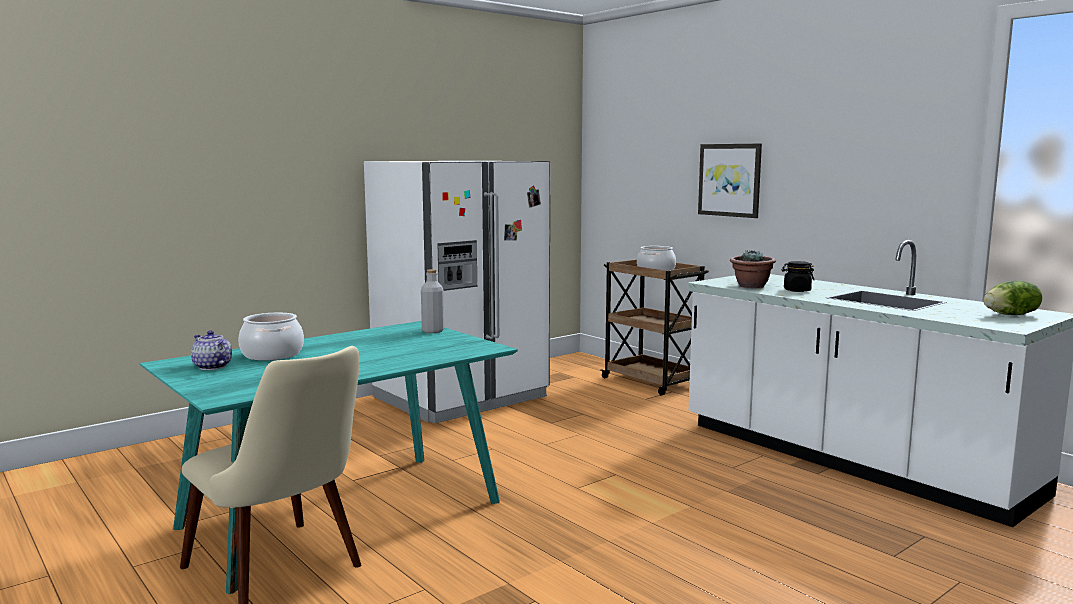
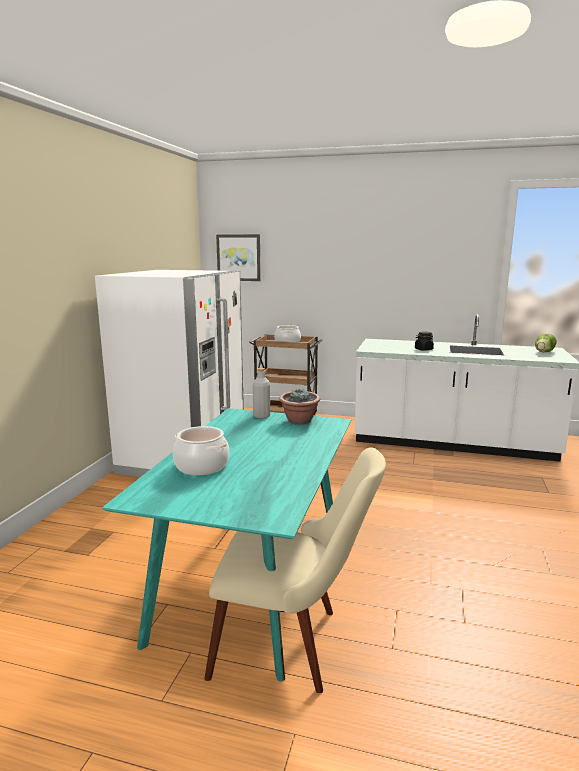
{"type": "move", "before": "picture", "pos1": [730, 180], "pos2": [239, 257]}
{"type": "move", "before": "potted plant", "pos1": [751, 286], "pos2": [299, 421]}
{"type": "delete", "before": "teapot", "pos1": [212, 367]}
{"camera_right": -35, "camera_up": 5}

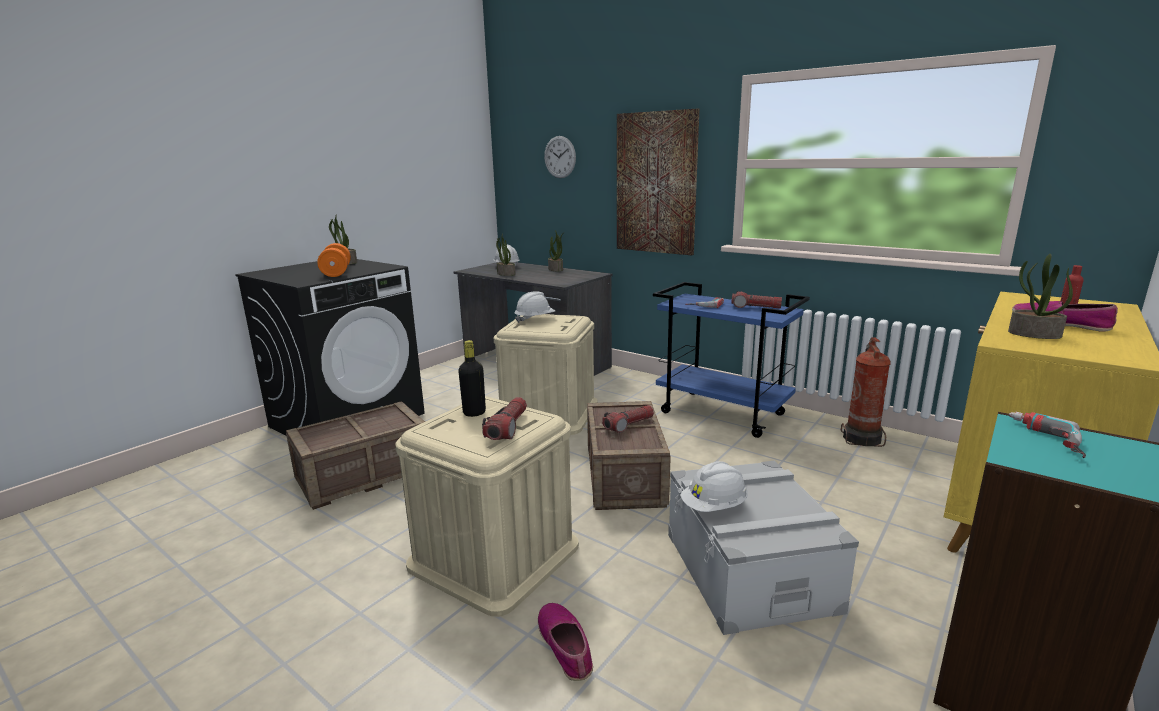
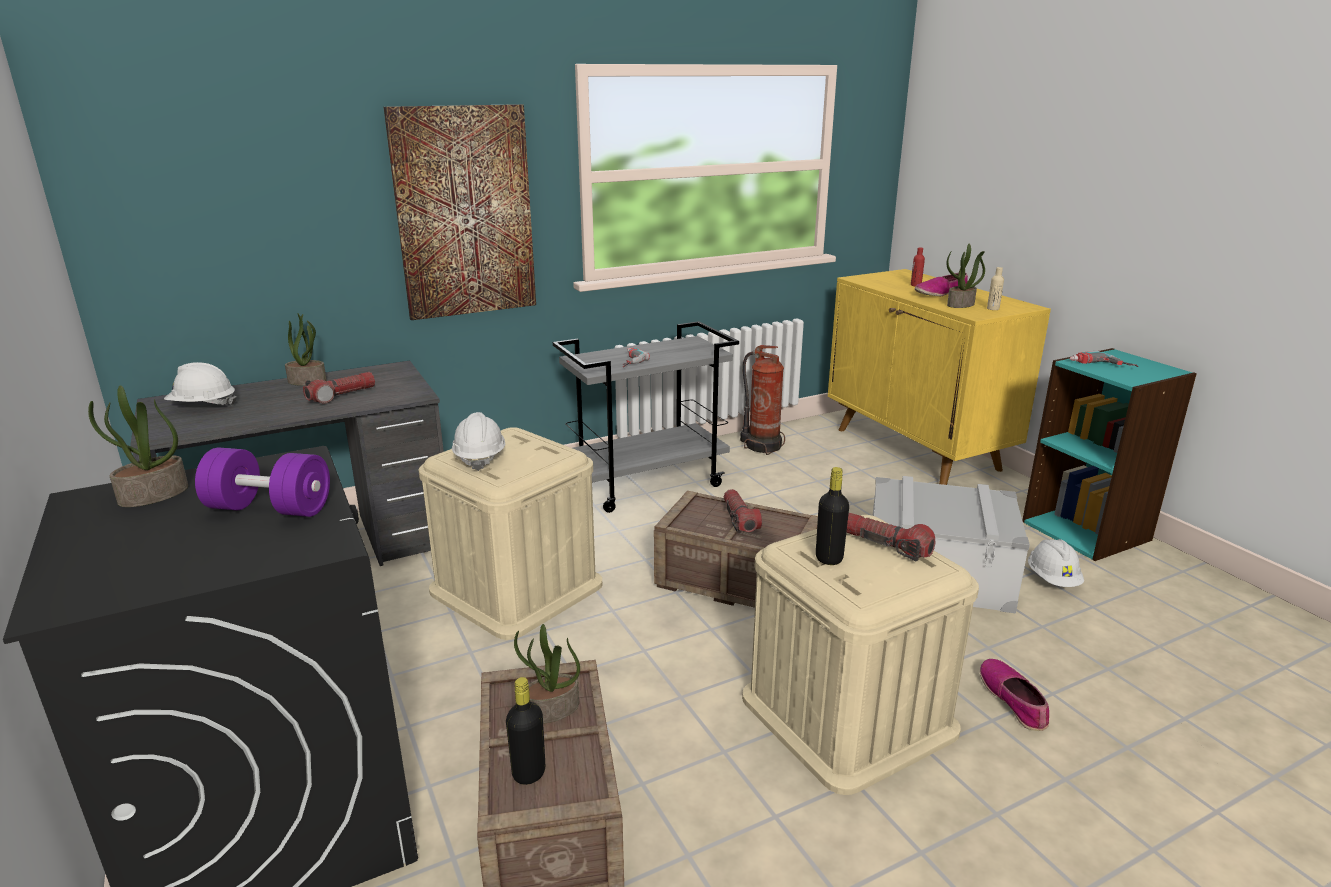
{"type": "delete", "before": "wall clock", "pos1": [560, 157]}
{"type": "move", "before": "potted plant", "pos1": [505, 274], "pos2": [551, 710]}
{"type": "recolor", "before": "dumbbell (orange)", "after": "dumbbell (purple)", "pos1": [336, 272], "pos2": [269, 509]}
{"type": "recolor", "before": "cart (blue)", "after": "cart (grey)", "pos1": [723, 413], "pos2": [648, 483]}
{"type": "move", "before": "flashlight", "pos1": [755, 307], "pos2": [341, 395]}
{"type": "move", "before": "hard hat (white)", "pos1": [714, 507], "pos2": [1052, 579]}
{"type": "rotate", "before": "shoe", "pos1": [565, 646], "pos2": [1013, 700], "turn": 75}
{"type": "insert", "after": "bottle (beige)", "pos2": [993, 309]}
{"type": "insert", "after": "bottle (black)", "pos2": [529, 773]}
{"camera_right": -65, "camera_up": 5}

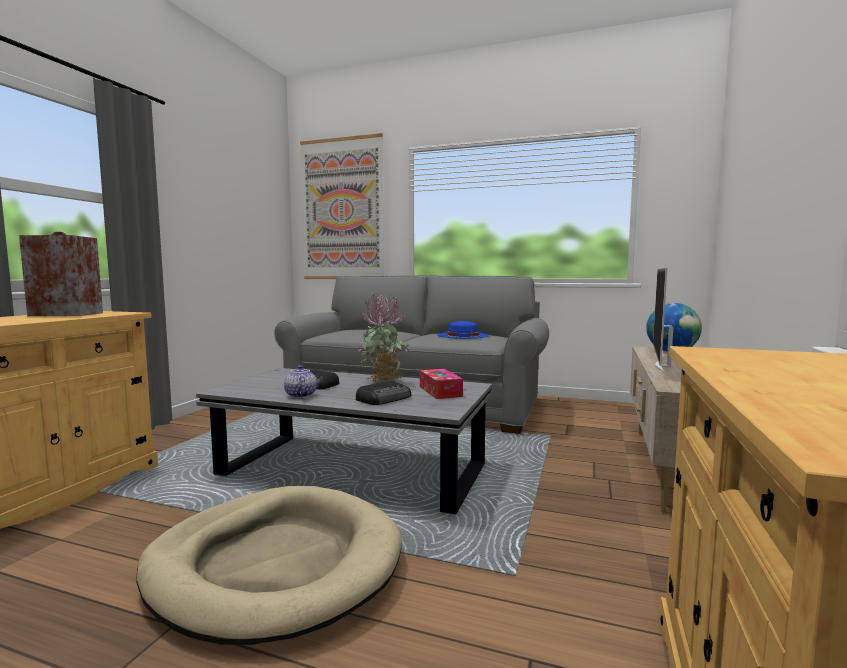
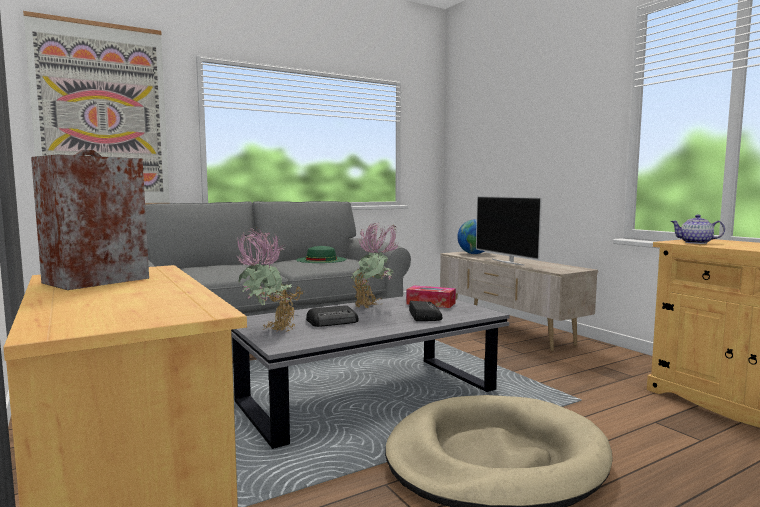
{"type": "recolor", "before": "hat (blue)", "after": "hat (green)", "pos1": [462, 335], "pos2": [321, 260]}
{"type": "move", "before": "teapot", "pos1": [300, 395], "pos2": [696, 243]}
{"type": "insert", "after": "potted plant", "pos2": [269, 331]}
{"camera_right": -50, "camera_up": 0}

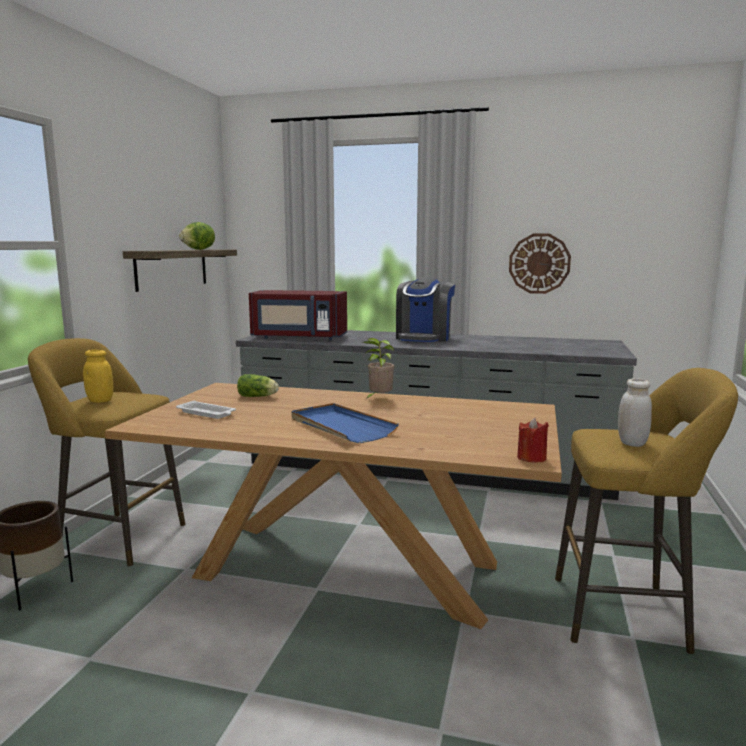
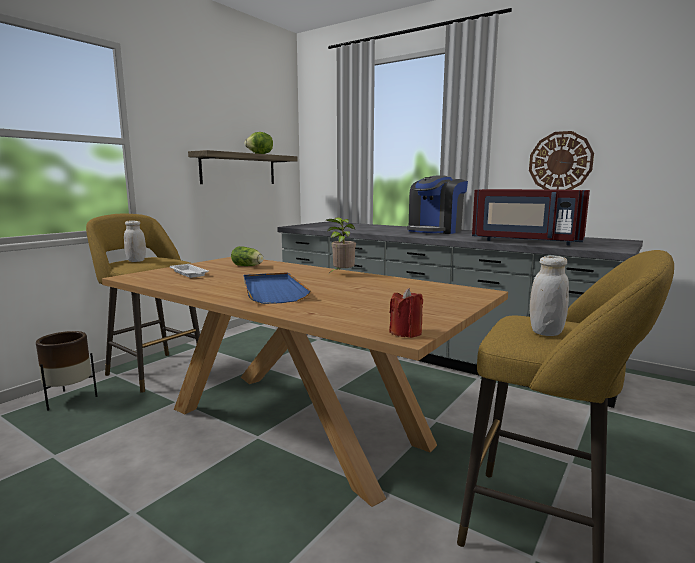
{"type": "move", "before": "microwave (red)", "pos1": [298, 337], "pos2": [526, 241]}
{"type": "recolor", "before": "jar (yellow)", "after": "jar (white)", "pos1": [100, 400], "pos2": [136, 261]}
{"camera_right": 20, "camera_up": 0}

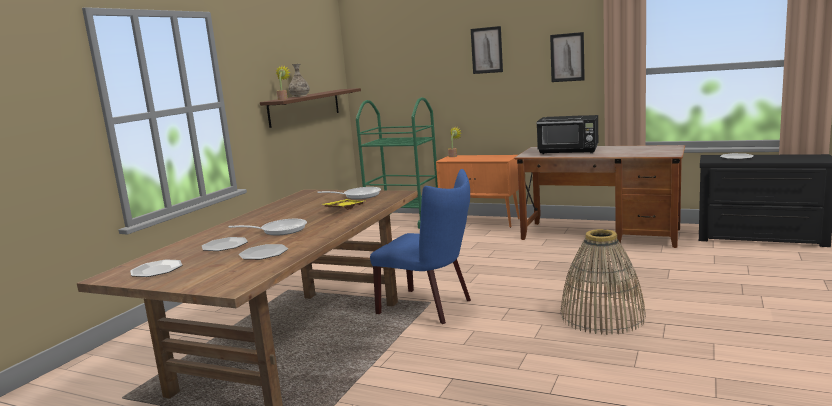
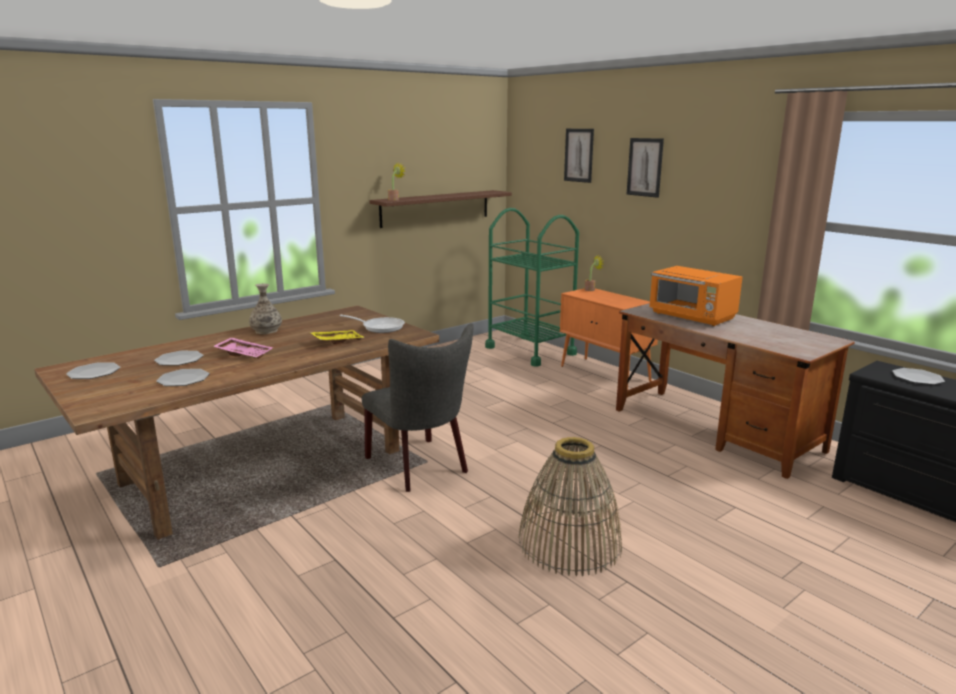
{"type": "move", "before": "picture", "pos1": [567, 57], "pos2": [579, 155]}
{"type": "move", "before": "vase", "pos1": [300, 96], "pos2": [266, 331]}
{"type": "recolor", "before": "microwave (black)", "after": "microwave (orange)", "pos1": [569, 151], "pos2": [692, 317]}
{"type": "recolor", "before": "chair (blue)", "after": "chair (grey)", "pos1": [430, 307], "pos2": [421, 467]}
{"type": "replace", "before": "frying pan", "after": "tray (pink)", "pos1": [279, 230], "pos2": [244, 354]}
{"camera_right": 25, "camera_up": 5}

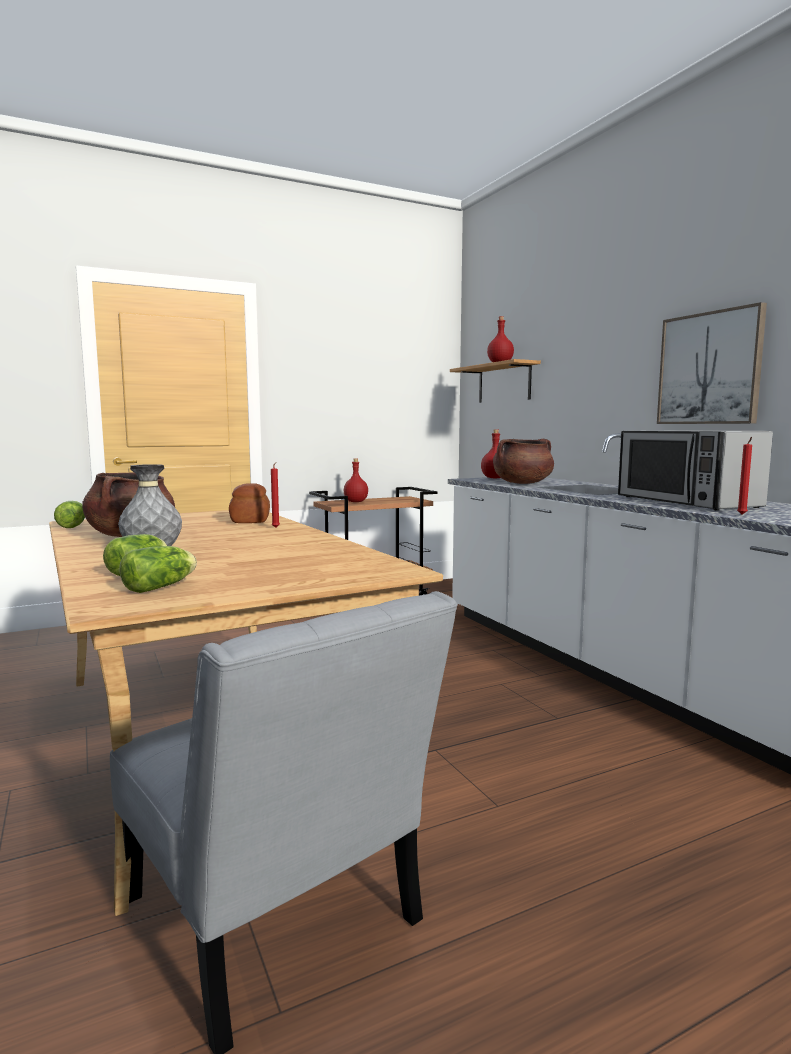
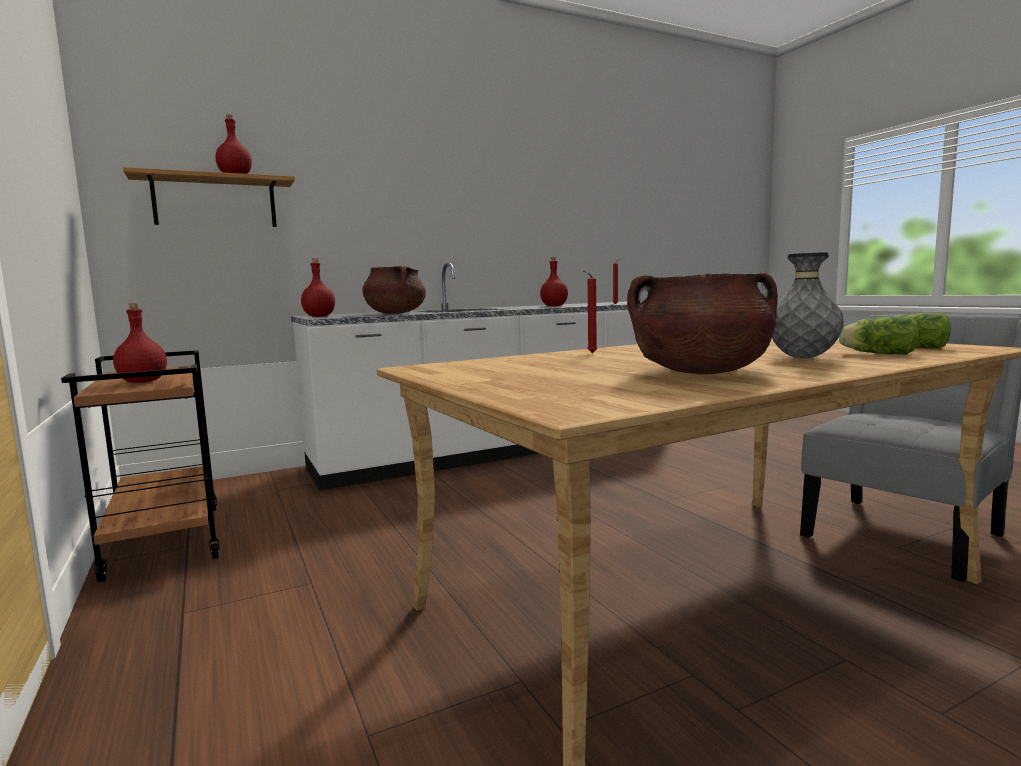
{"type": "delete", "before": "picture", "pos1": [709, 368]}
{"type": "replace", "before": "microwave", "after": "bottle (red)", "pos1": [685, 502], "pos2": [554, 306]}
{"type": "delete", "before": "bread", "pos1": [251, 520]}
{"type": "delete", "before": "lettuce", "pos1": [73, 525]}
{"camera_right": -90, "camera_up": 0}

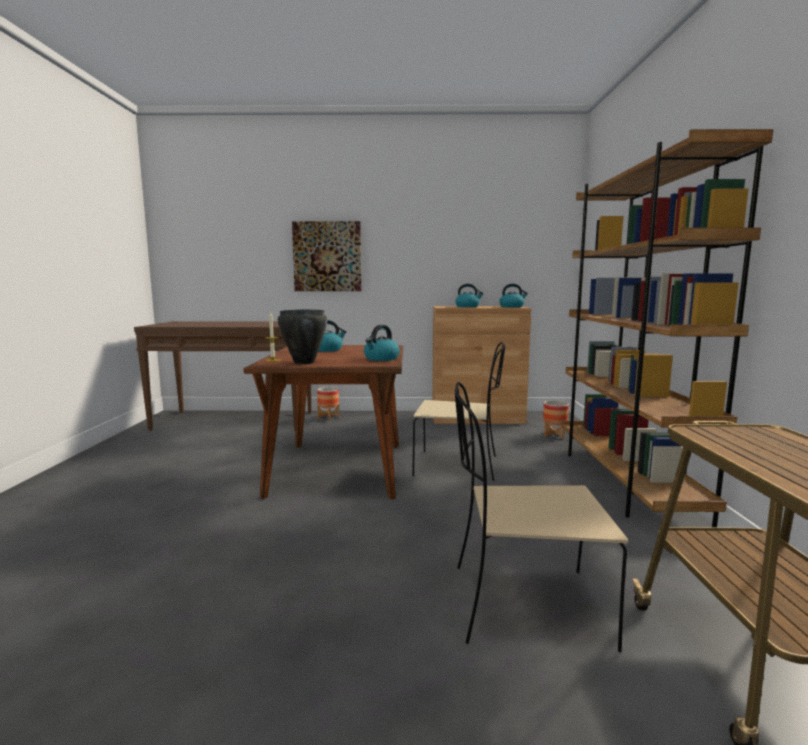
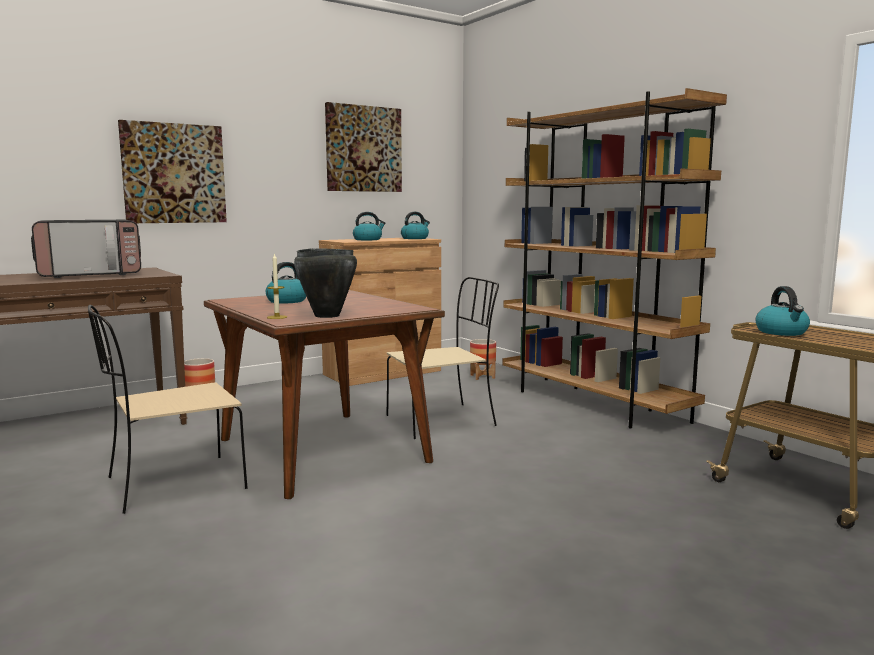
{"type": "move", "before": "kettle", "pos1": [381, 359], "pos2": [782, 332]}
{"type": "move", "before": "chair (beige)", "pos1": [523, 605], "pos2": [172, 484]}
{"type": "insert", "after": "picture", "pos2": [363, 149]}
{"type": "insert", "after": "microwave", "pos2": [91, 274]}
{"camera_right": -35, "camera_up": 0}

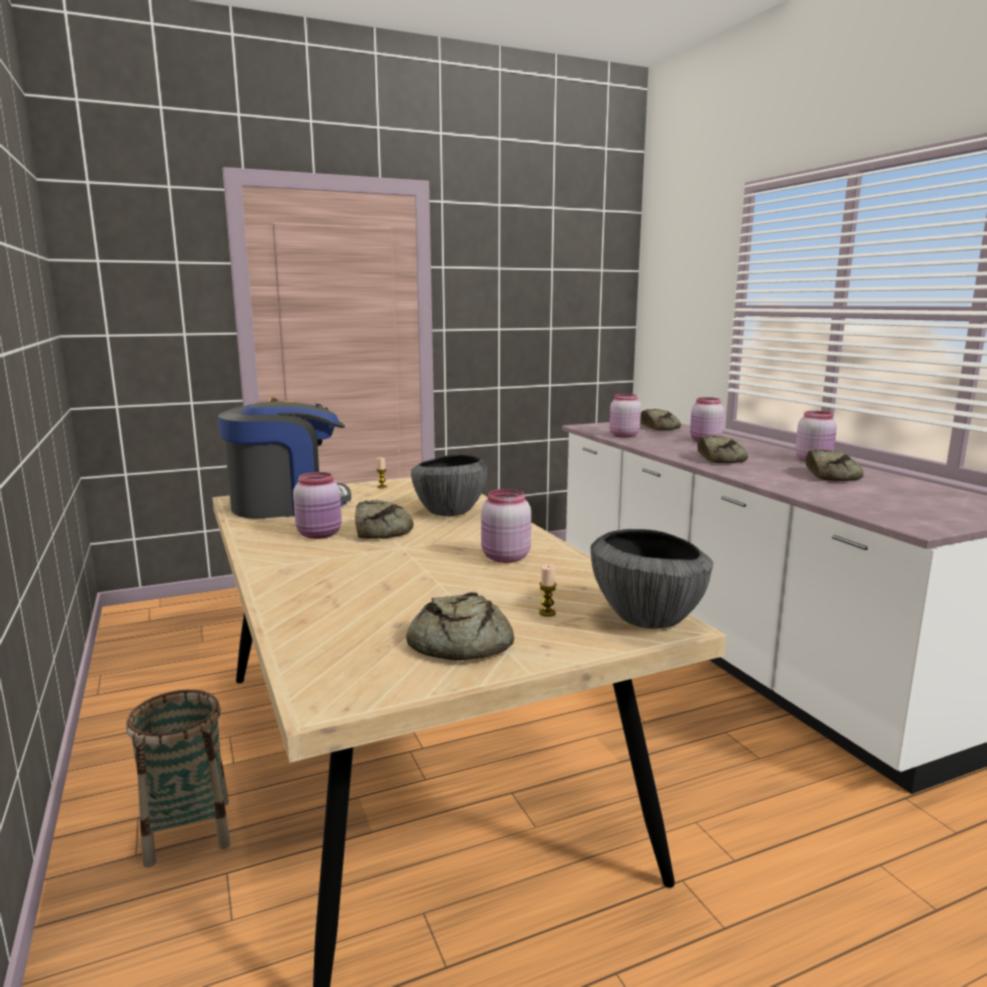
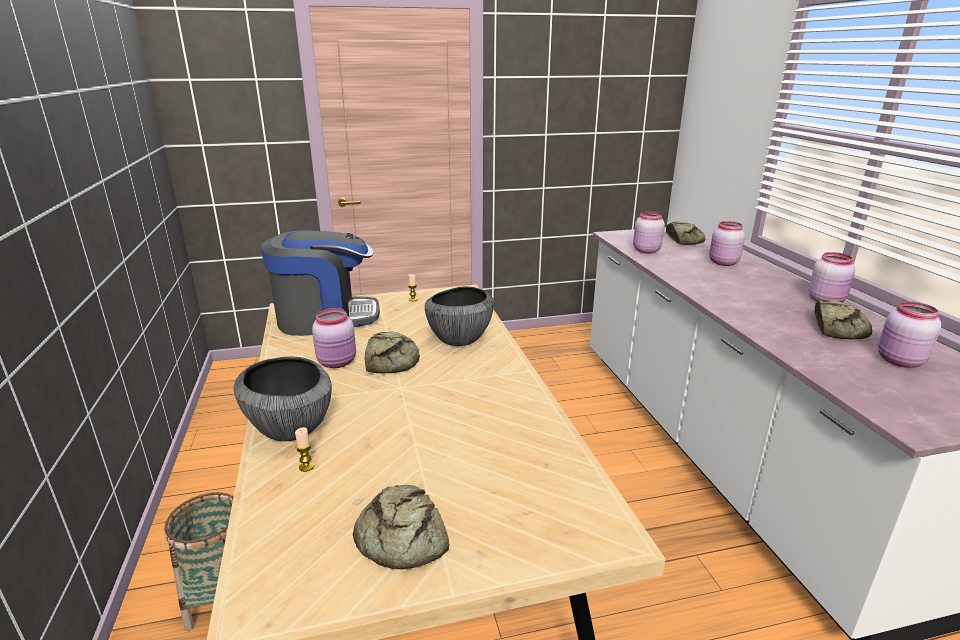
{"type": "delete", "before": "bread", "pos1": [720, 458]}
{"type": "move", "before": "jar (pink)", "pos1": [504, 558], "pos2": [899, 361]}
{"type": "move", "before": "bowl", "pos1": [648, 619], "pos2": [291, 429]}
{"type": "move", "before": "candle", "pos1": [547, 613], "pos2": [306, 467]}
{"camera_right": 10, "camera_up": 10}

